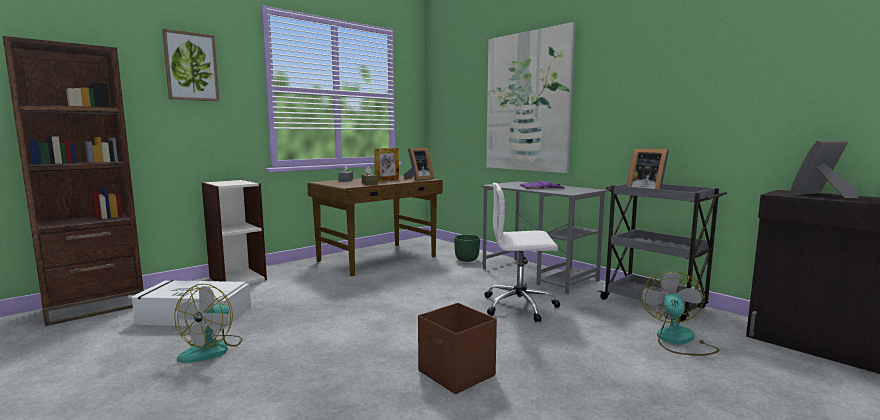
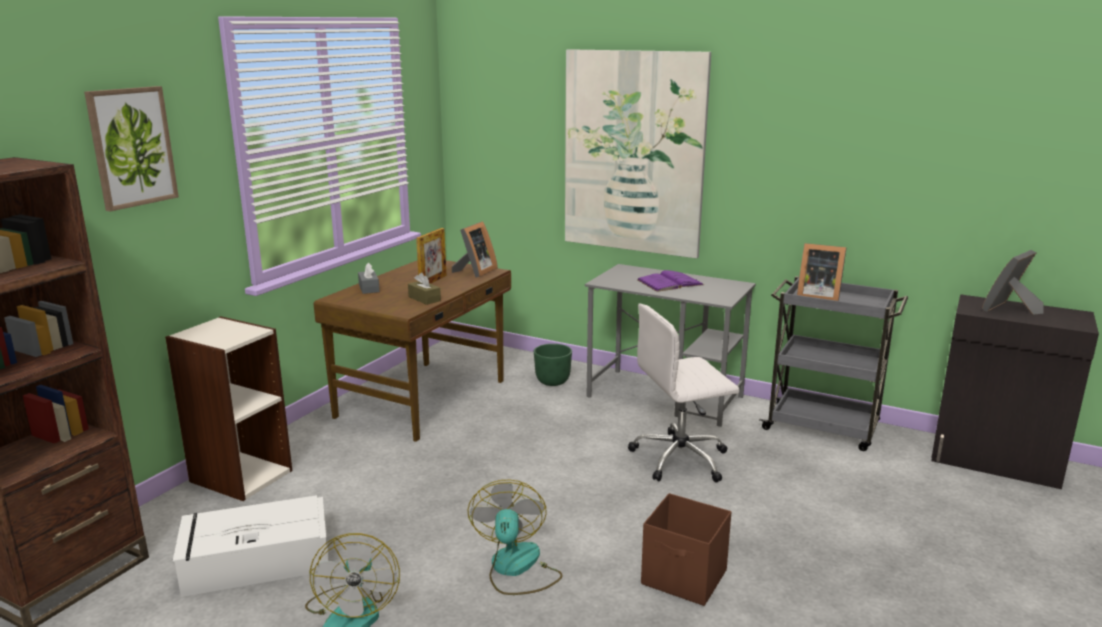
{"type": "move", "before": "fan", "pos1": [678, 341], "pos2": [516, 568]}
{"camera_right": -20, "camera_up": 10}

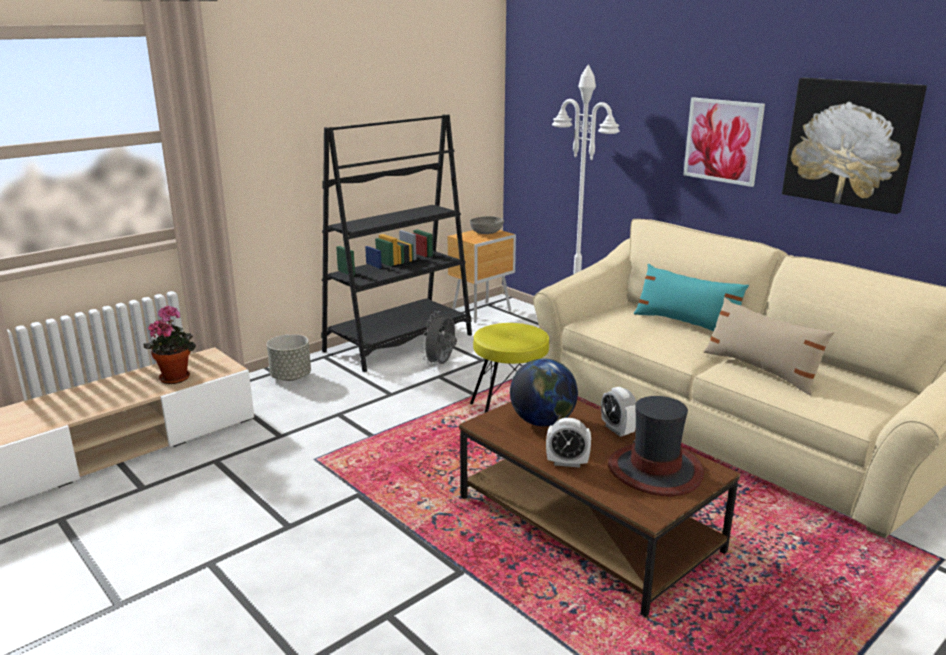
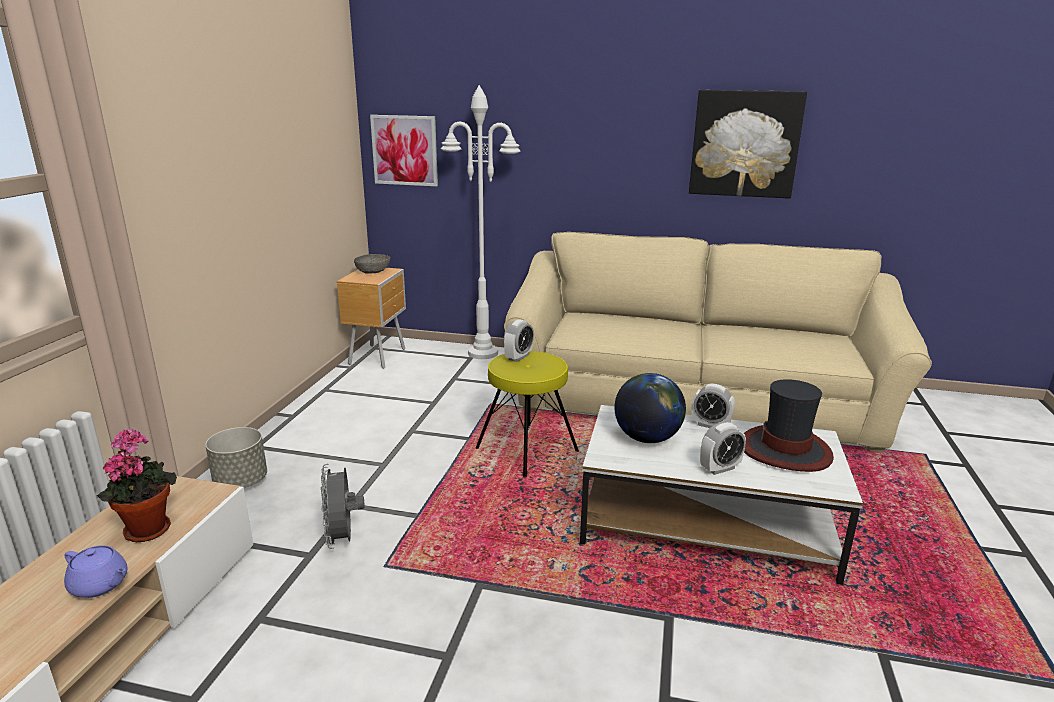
{"type": "move", "before": "picture", "pos1": [723, 141], "pos2": [405, 150]}
{"type": "delete", "before": "bookcase (black)", "pos1": [399, 343]}
{"type": "delete", "before": "pillow (turquoise)", "pos1": [686, 324]}
{"type": "delete", "before": "pillow (beige)", "pos1": [761, 370]}
{"type": "move", "before": "fan (grey)", "pos1": [441, 364], "pos2": [343, 539]}
{"type": "recolor", "before": "coffee table (brown)", "after": "coffee table (white)", "pos1": [588, 525], "pos2": [707, 524]}
{"type": "insert", "after": "alarm clock", "pos2": [518, 357]}
{"type": "insert", "after": "teapot (purple)", "pos2": [100, 585]}
{"camera_right": -35, "camera_up": 0}

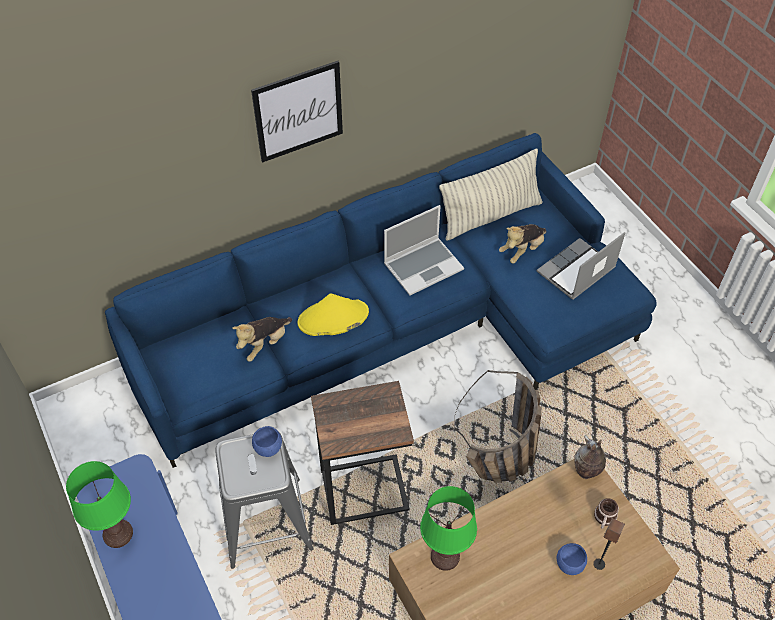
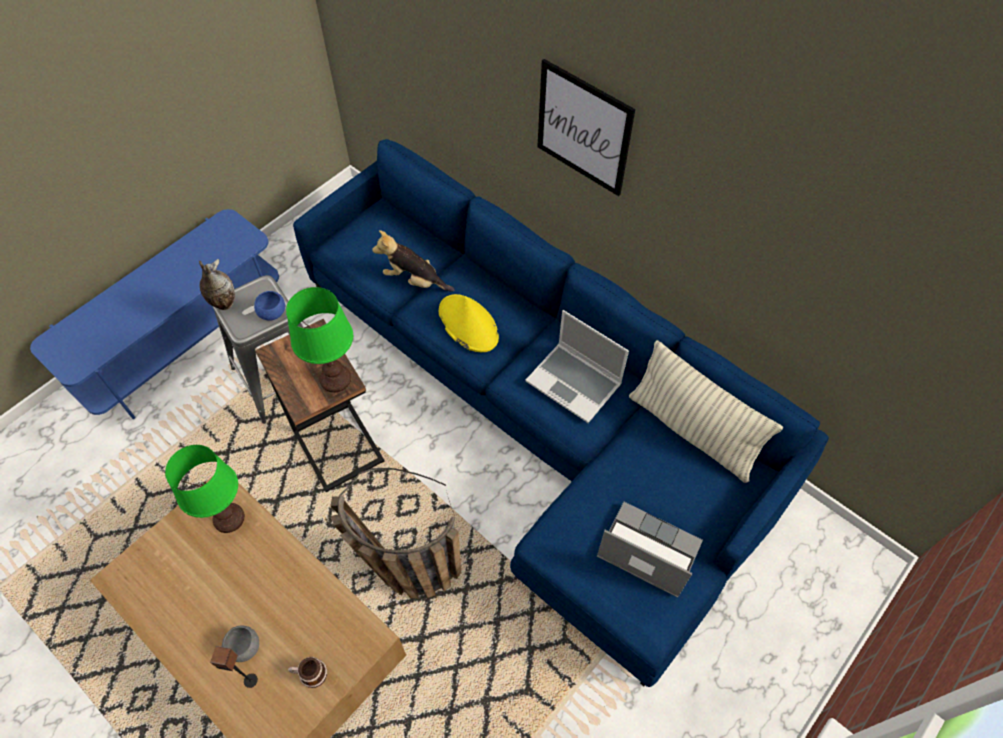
{"type": "delete", "before": "plush toy", "pos1": [522, 250]}
{"type": "move", "before": "vase", "pos1": [585, 472], "pos2": [223, 303]}
{"type": "move", "before": "table lamp (green)", "pos1": [117, 534], "pos2": [335, 378]}
{"type": "recolor", "before": "bowl (blue)", "after": "bowl (grey)", "pos1": [569, 564], "pos2": [244, 647]}
{"camera_right": 70, "camera_up": 5}

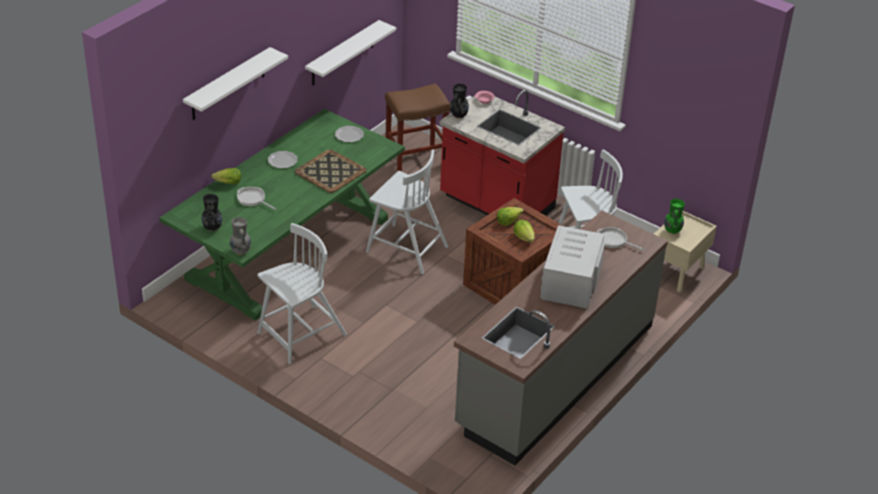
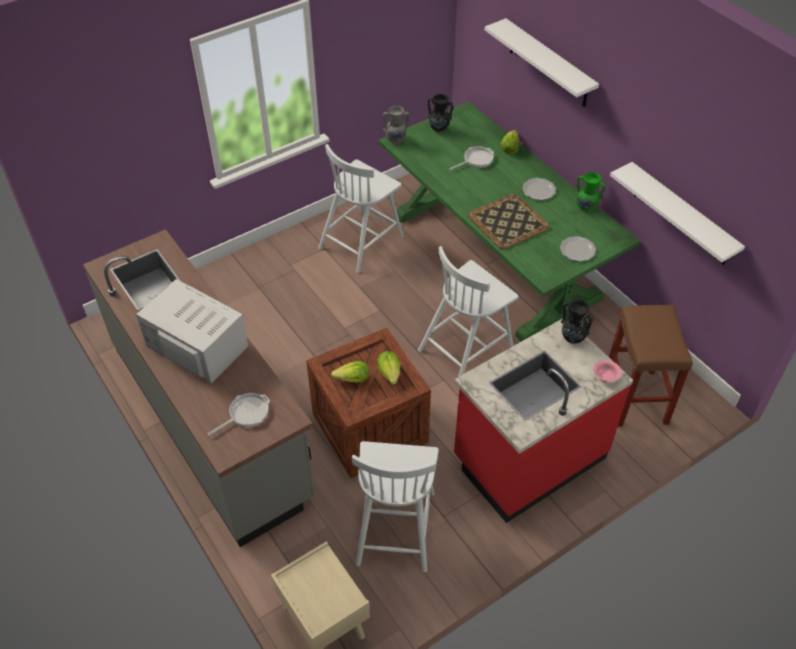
{"type": "move", "before": "vase (green)", "pos1": [672, 231], "pos2": [586, 208]}
{"type": "rotate", "before": "chair (white)", "pos1": [300, 335], "pos2": [361, 241], "turn": 60}
{"camera_right": 110, "camera_up": 10}

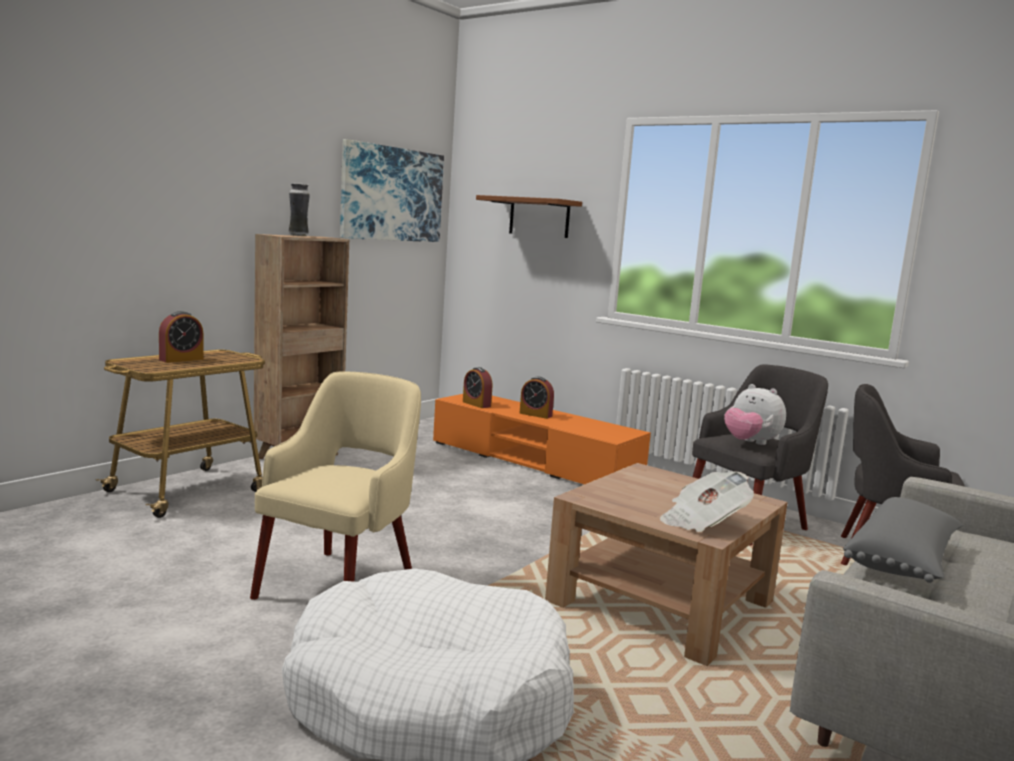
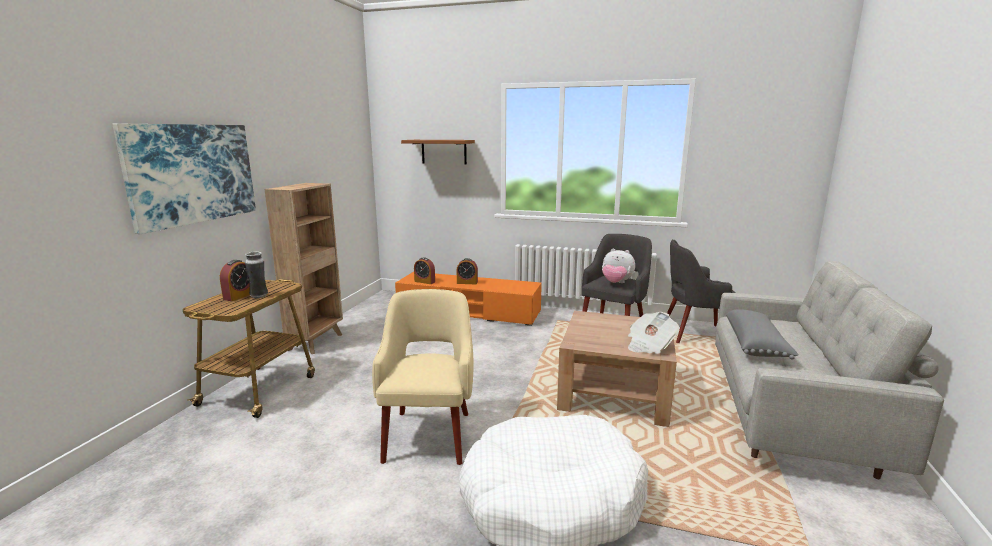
{"type": "move", "before": "picture", "pos1": [392, 194], "pos2": [192, 173]}
{"type": "move", "before": "vase", "pos1": [298, 235], "pos2": [259, 296]}
{"camera_right": -20, "camera_up": 5}

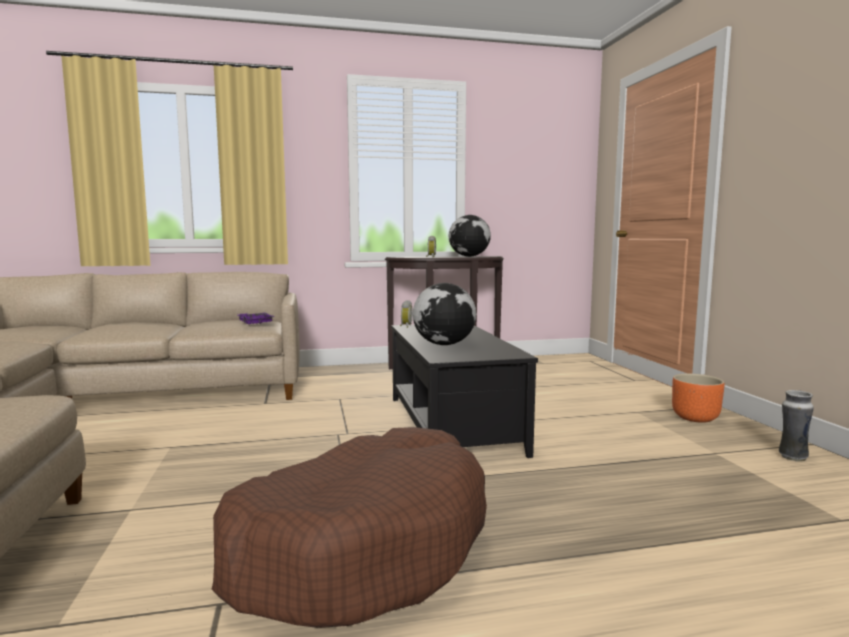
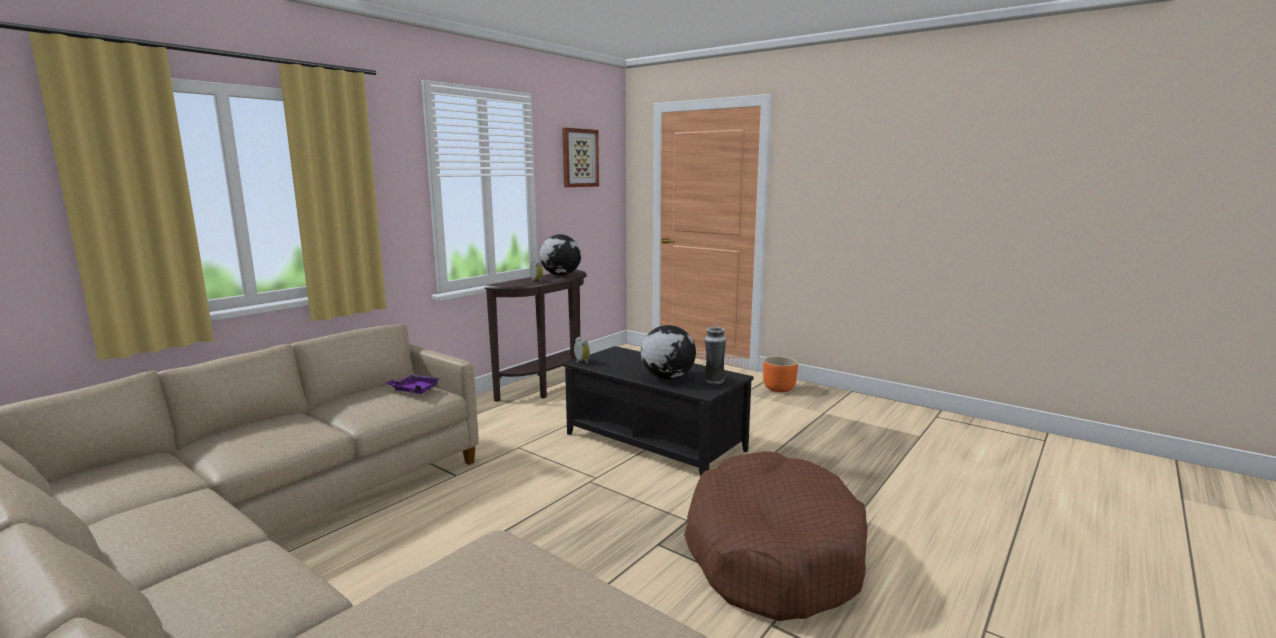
{"type": "move", "before": "vase", "pos1": [792, 457], "pos2": [714, 382]}
{"type": "insert", "after": "picture", "pos2": [579, 158]}
{"camera_right": -40, "camera_up": 5}

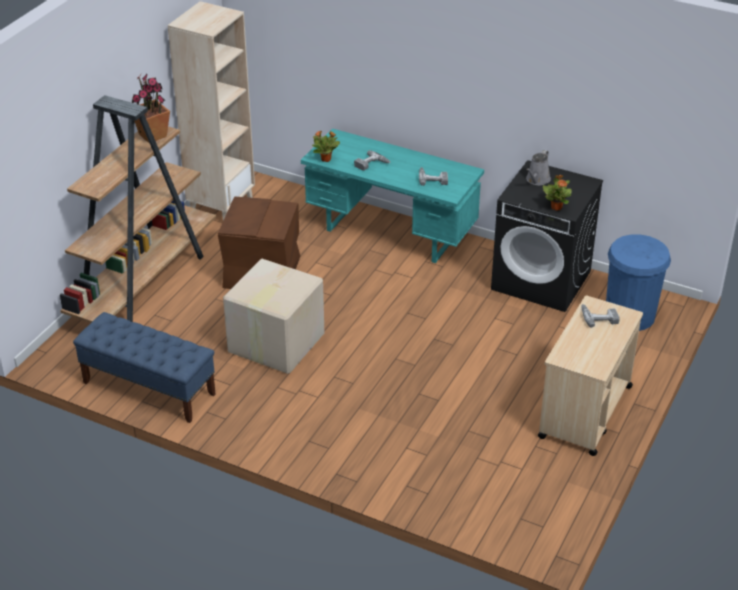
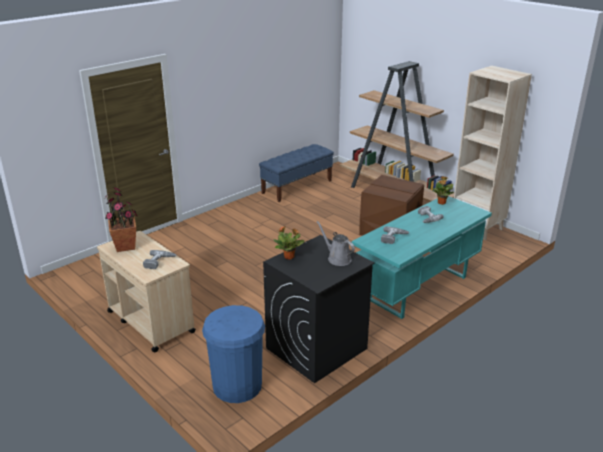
{"type": "move", "before": "potted plant", "pos1": [153, 135], "pos2": [125, 246]}
{"type": "delete", "before": "cardboard box", "pos1": [274, 343]}
{"camera_right": 110, "camera_up": -10}

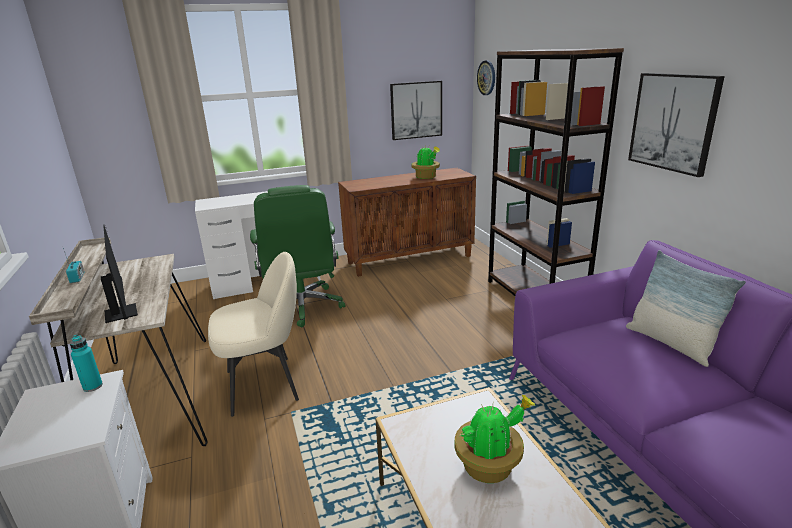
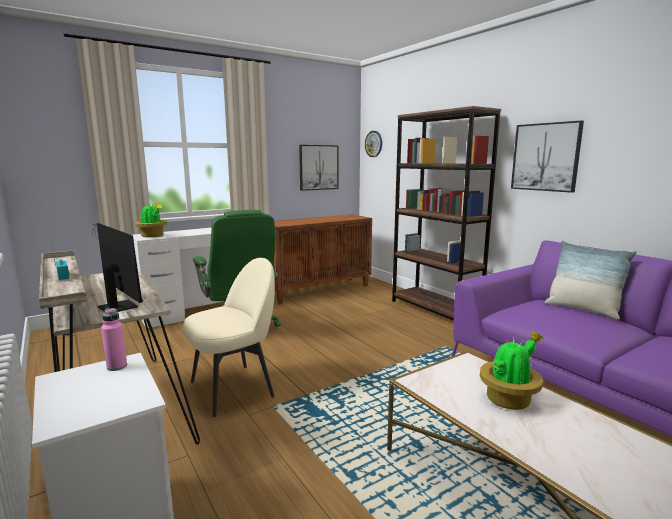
{"type": "move", "before": "potted plant", "pos1": [426, 177], "pos2": [153, 236]}
{"type": "recolor", "before": "bottle (turquoise)", "after": "bottle (pink)", "pos1": [93, 386], "pos2": [117, 366]}
{"camera_right": -15, "camera_up": -10}

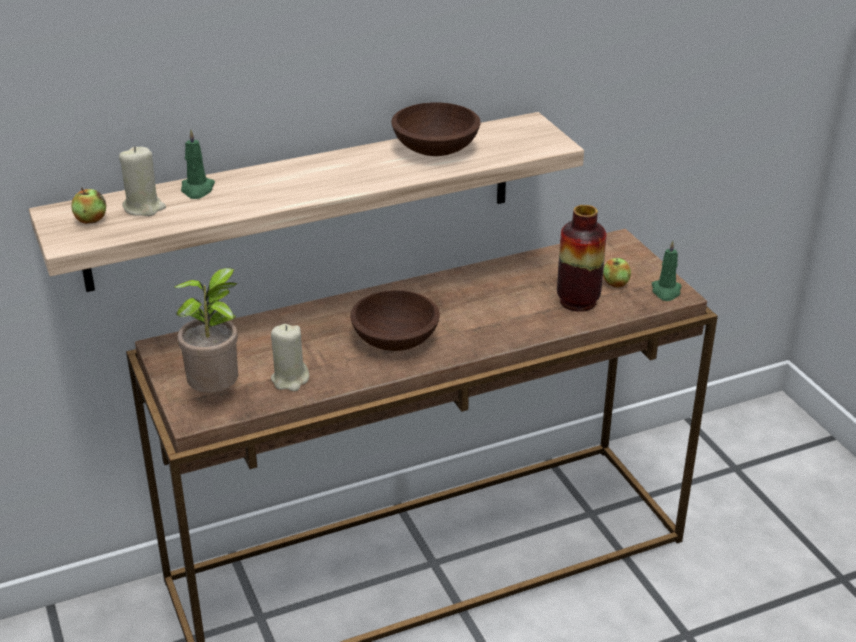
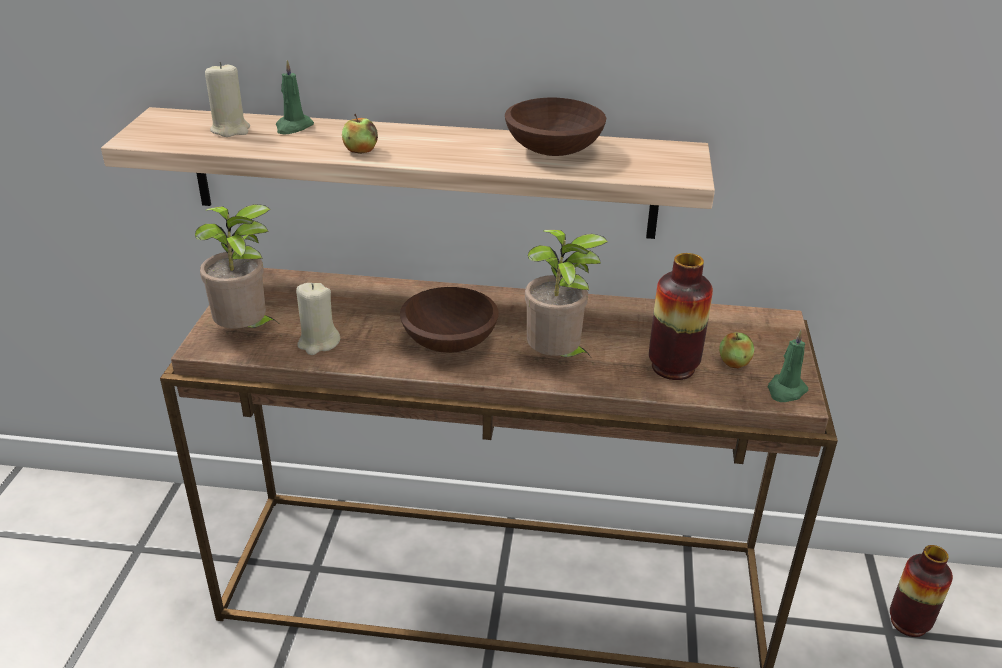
{"type": "move", "before": "apple", "pos1": [91, 220], "pos2": [361, 150]}
{"type": "insert", "after": "potted plant", "pos2": [557, 360]}
{"type": "insert", "after": "vase", "pos2": [908, 623]}
{"camera_right": 30, "camera_up": 0}

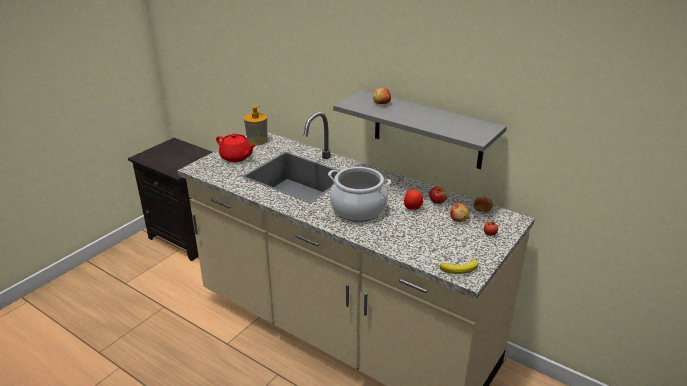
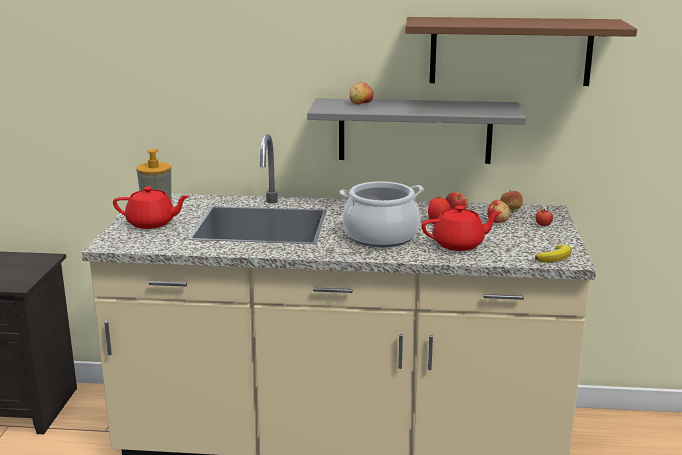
{"type": "insert", "after": "shelf (brown)", "pos2": [510, 51]}
{"type": "insert", "after": "teapot (red)", "pos2": [459, 244]}
{"camera_right": -30, "camera_up": -10}

